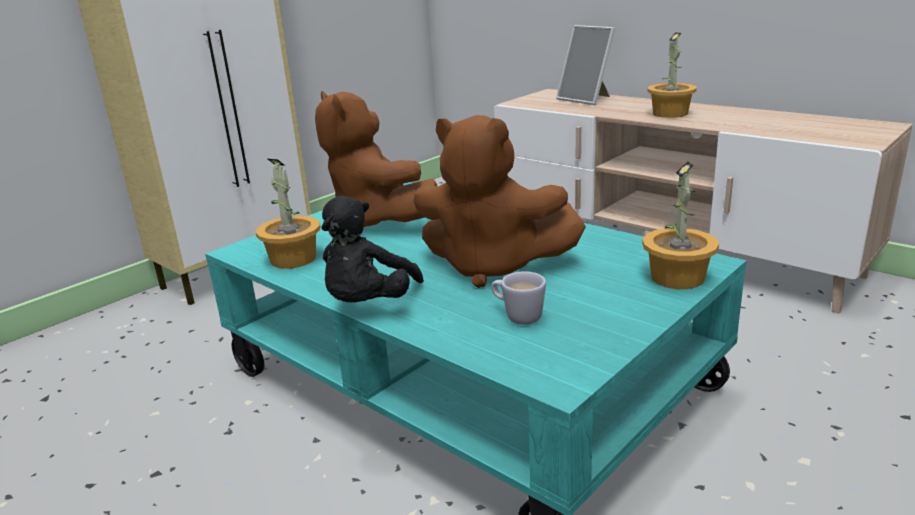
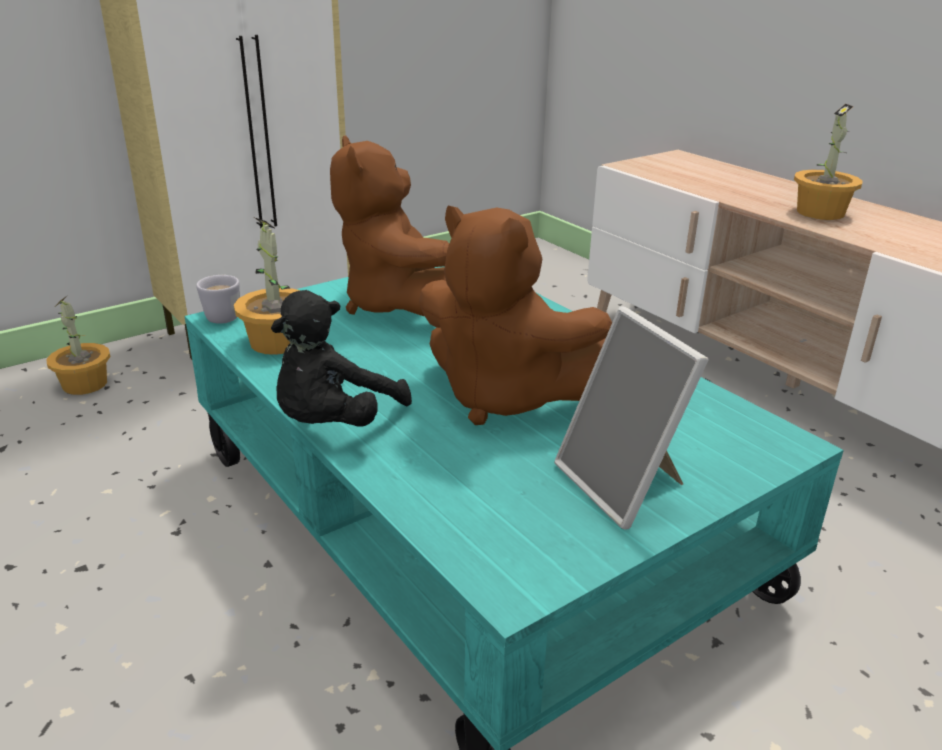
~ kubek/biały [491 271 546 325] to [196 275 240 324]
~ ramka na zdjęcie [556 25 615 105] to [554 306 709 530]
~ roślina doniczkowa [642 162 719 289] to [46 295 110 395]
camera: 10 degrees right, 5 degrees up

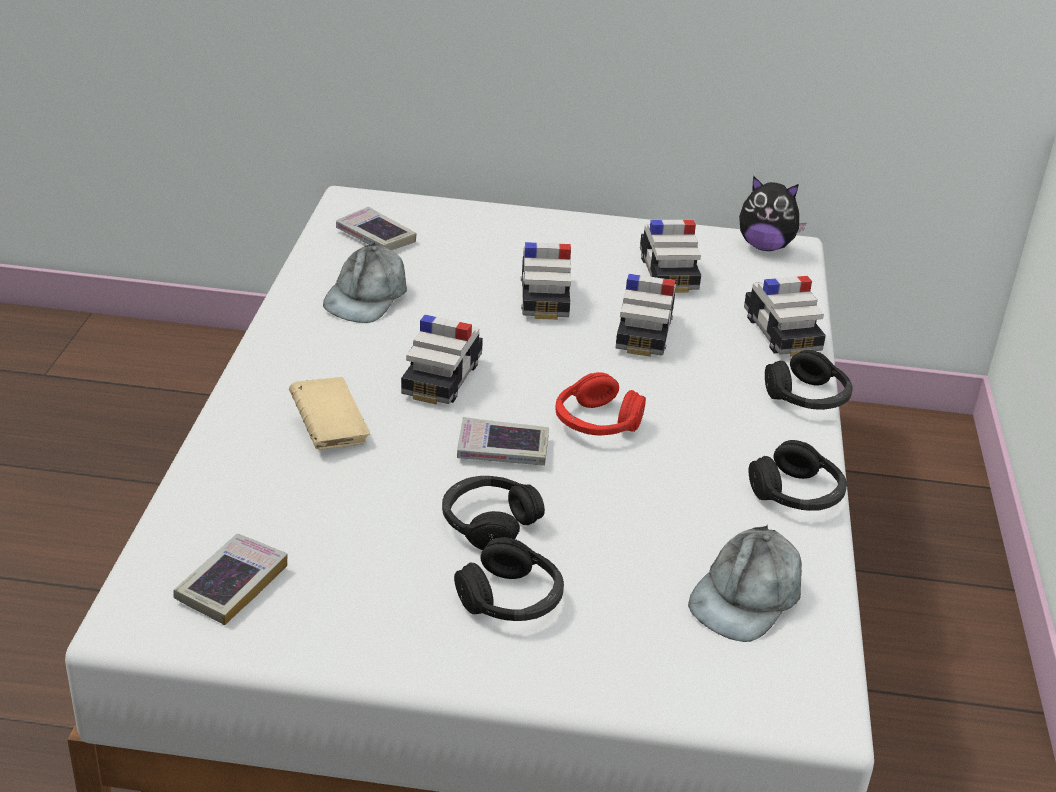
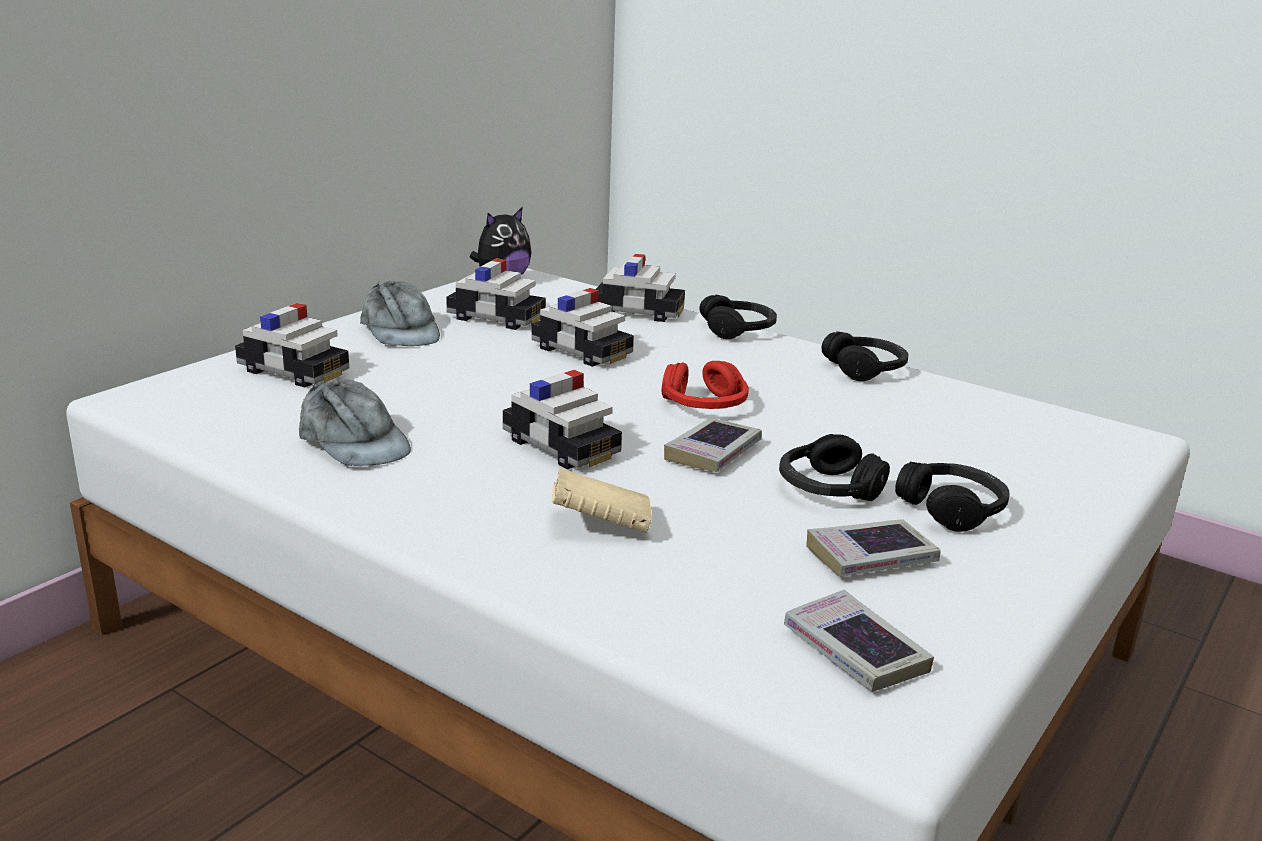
~ książka [336 207 416 250] to [806 520 941 577]
~ samochodzik [521 242 571 320] to [235 303 349 387]
~ czapka z daszkiem/szary [688 525 802 642] to [360 281 440 346]
camera: 60 degrees left, 10 degrees down

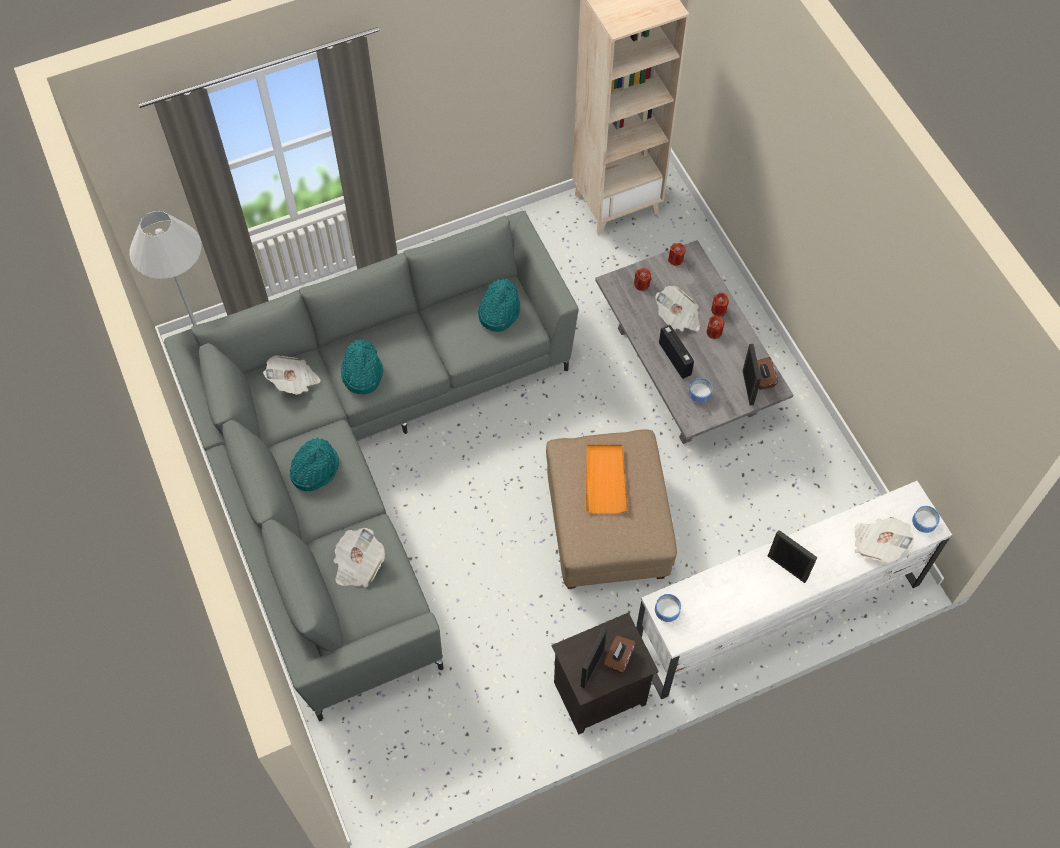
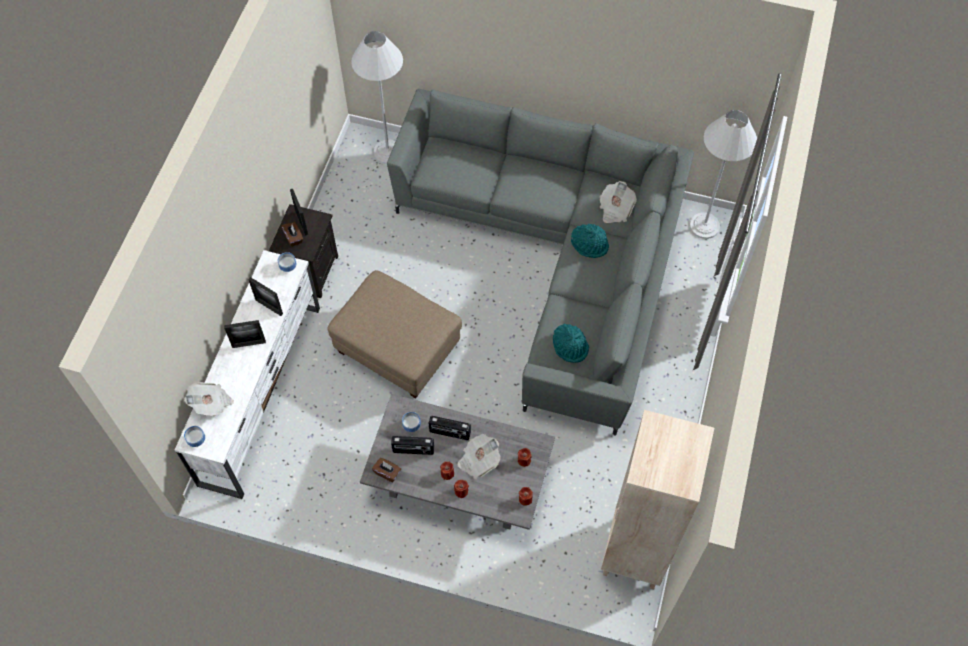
- kapelusz/turkusowy [289 438 339 492]
- gazeta [334 528 385 587]
- taca/pomarańczowy [585 444 628 514]
~ ramka na zdjęcie [743 344 761 405] to [248 277 283 316]
+ lampa stojąca/biały [351 31 403 164]
+ radio [391 436 434 455]
camera: 130 degrees right, 0 degrees up

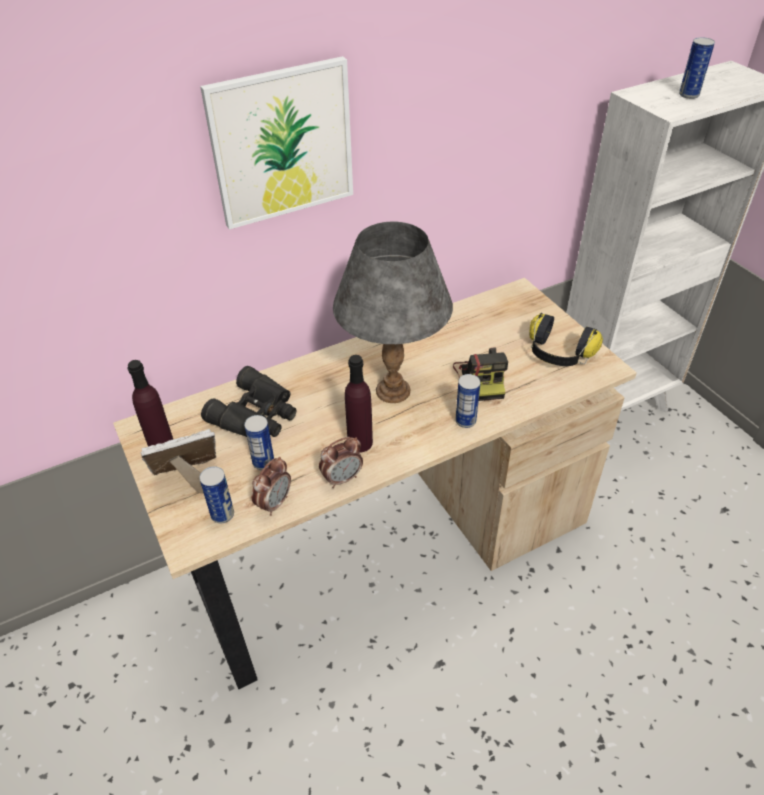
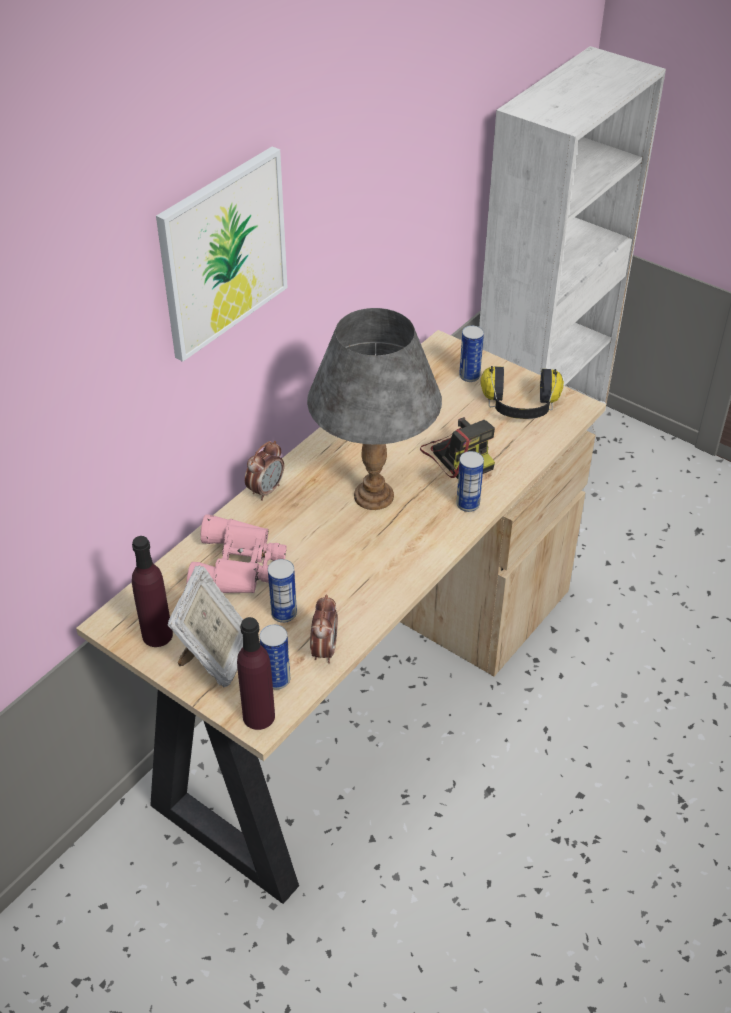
~ ramka na zdjęcie [140 429 216 493] = [167 565 244 687] 150 degrees clockwise
~ lornetka/czarny [201 366 297 437] to lornetka/różowy [187 515 287 593]
~ budzik [319 437 363 488] to [245 441 284 501]
~ butelka/fioletowy [345 355 373 453] to [237 617 275 730]
~ puszka [679 37 715 99] to [459 326 484 382]
camera: 25 degrees left, 0 degrees up

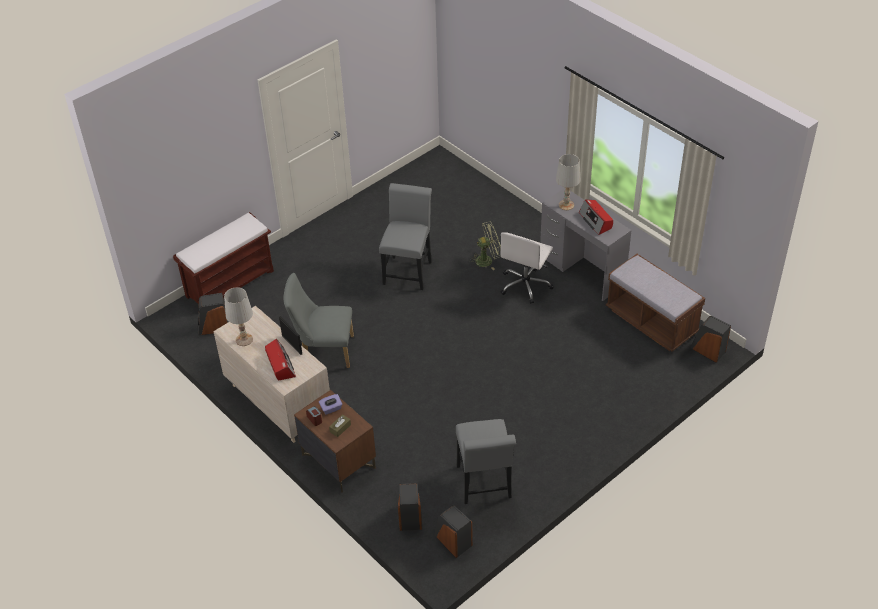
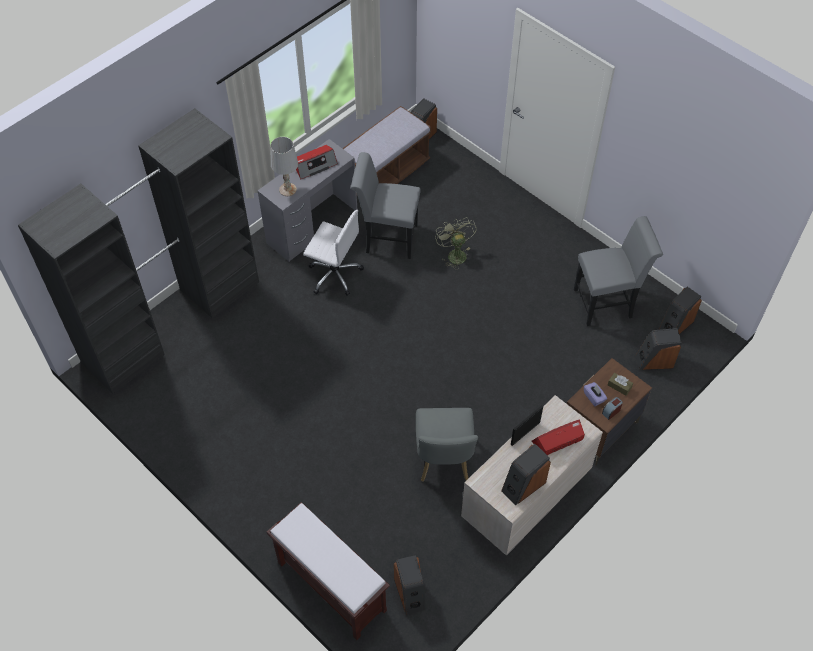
~ lampa stołowa/biały [224 287 253 346] to głośnik [501 444 551 505]
~ krzesło/szary [379 183 432 290] to [351 152 421 259]
~ wentylator/zielony [470 221 501 270] to [435 218 476 270]
+ szafa/czarny [18 108 259 394]
camera: 95 degrees left, 10 degrees up

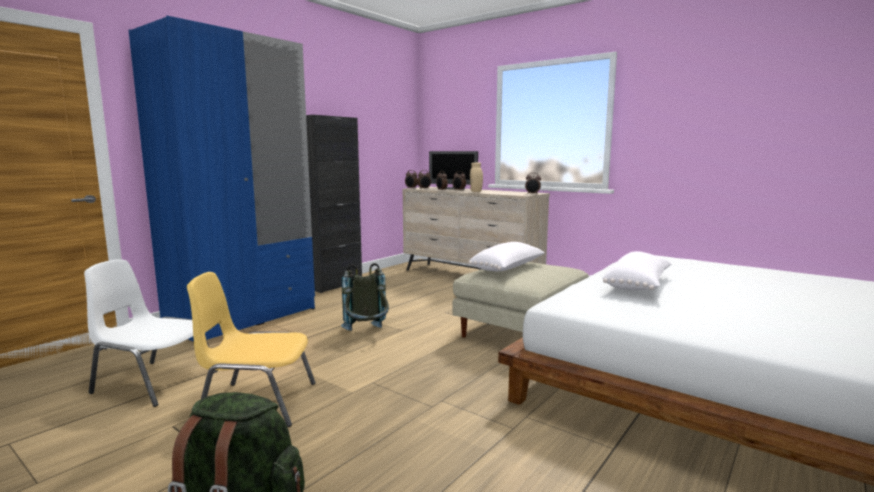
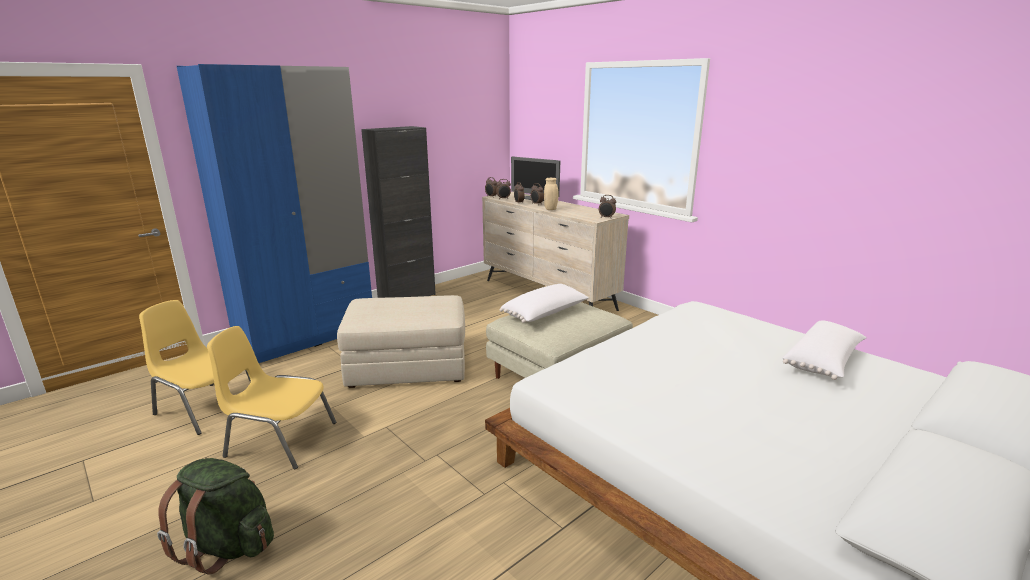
~ krzesło/biały [84 259 209 407] to krzesło/żółty [139 300 251 435]
~ plecak/szary [341 263 389 331] to pufa/beżowy [337 295 465 388]
~ poduszka/biały [602 251 672 290] to [783 320 866 380]
camera: 10 degrees right, 10 degrees up

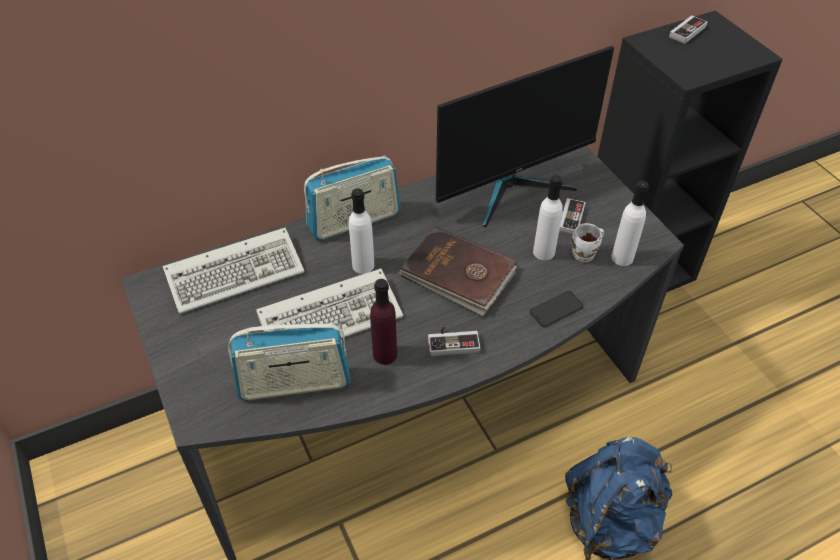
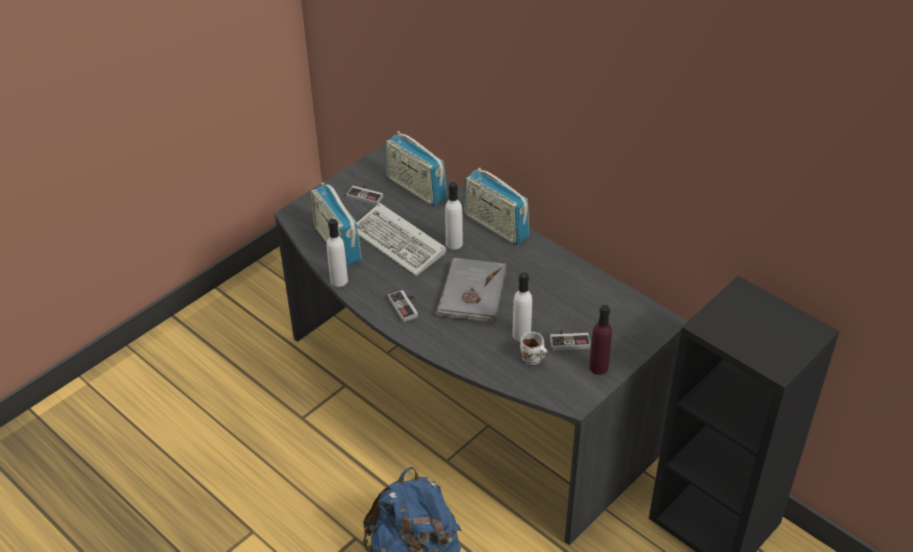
~ klawiatura [162 228 305 314] to radio [386 131 447 206]
~ butelka/fioletowy [370 279 397 365] to [589 305 612 375]
~ książka/brązowy [399 227 517 316] to książka/szary [435 258 507 323]
- monitor [436 46 614 228]
- telefon [530 291 584 327]
~ butelka/biały [611 181 649 266] to [327 219 348 287]
~ pad do gier [669 15 707 44] to [346 185 383 206]
camera: 70 degrees right, 5 degrees down

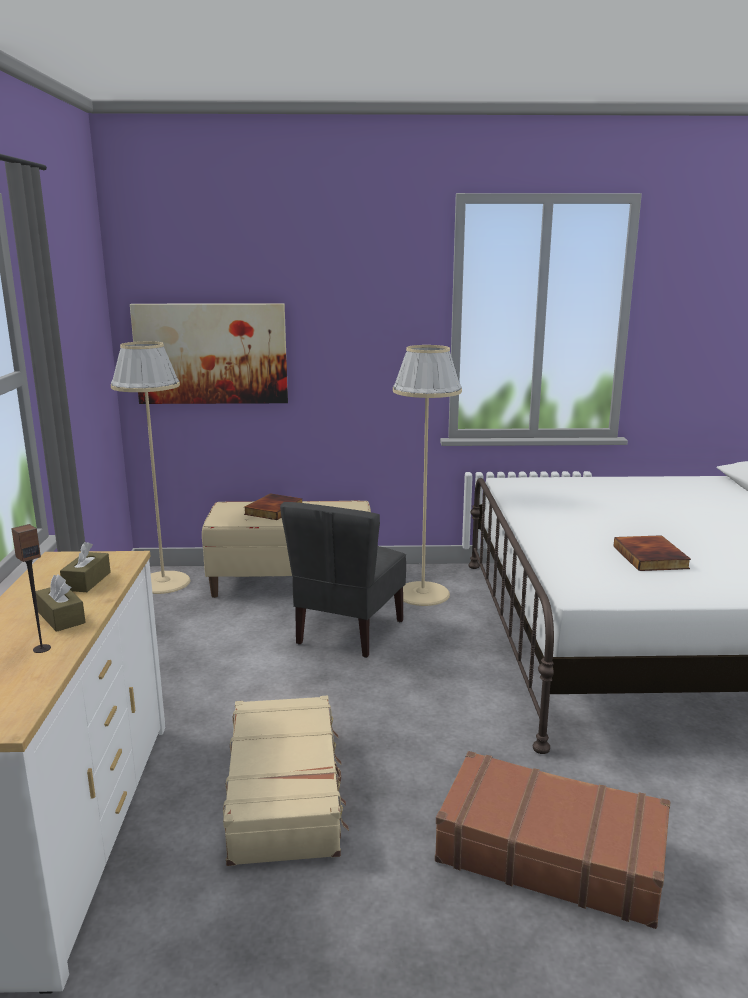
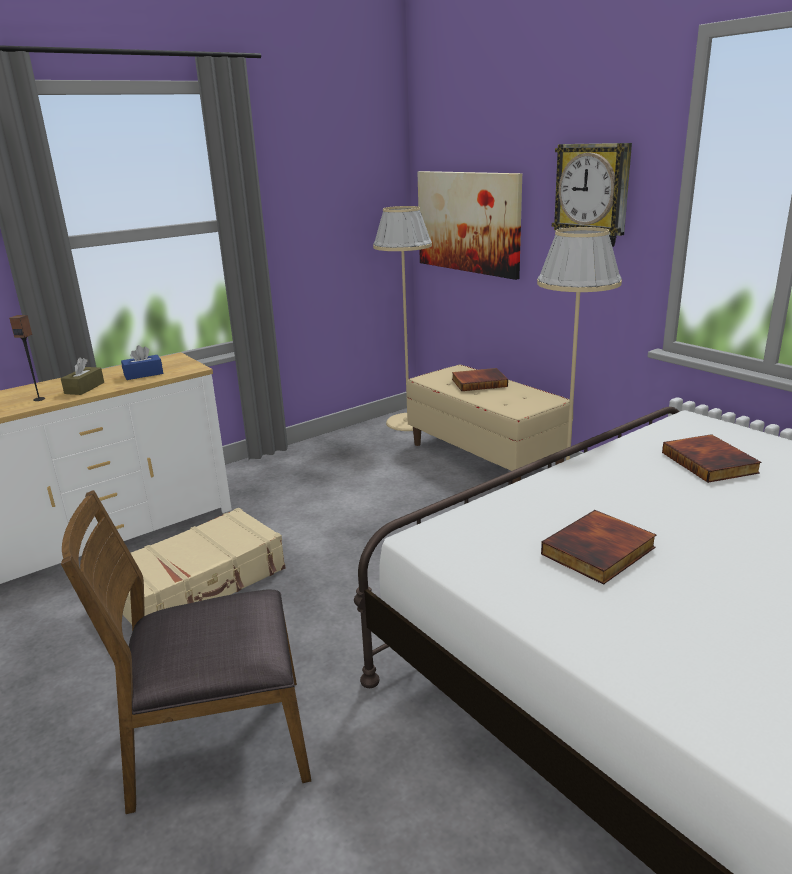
~ pudełko chusteczek/brązowy [60 542 111 592] to pudełko chusteczek/niebieski [121 345 163 380]
- krzesło/szary [280 502 406 658]
~ walizka/brązowy [435 751 670 929] to krzesło/brązowy [61 490 311 814]
+ zegar ścienny [552 143 632 247]
+ książka [662 434 762 482]
camera: 55 degrees right, 5 degrees up

